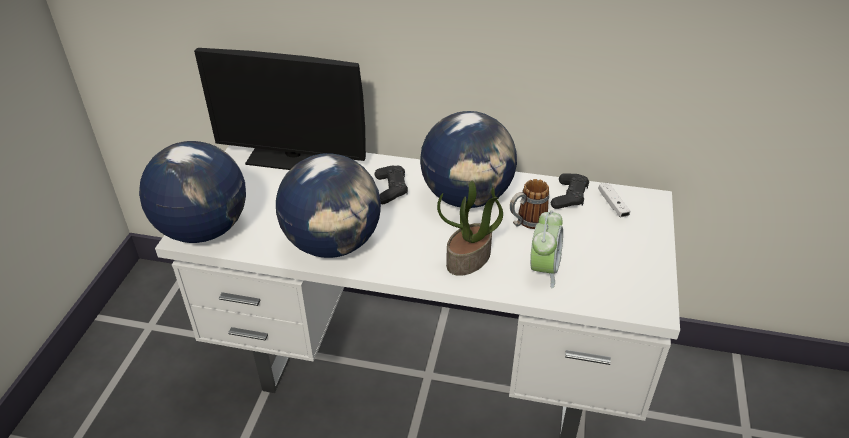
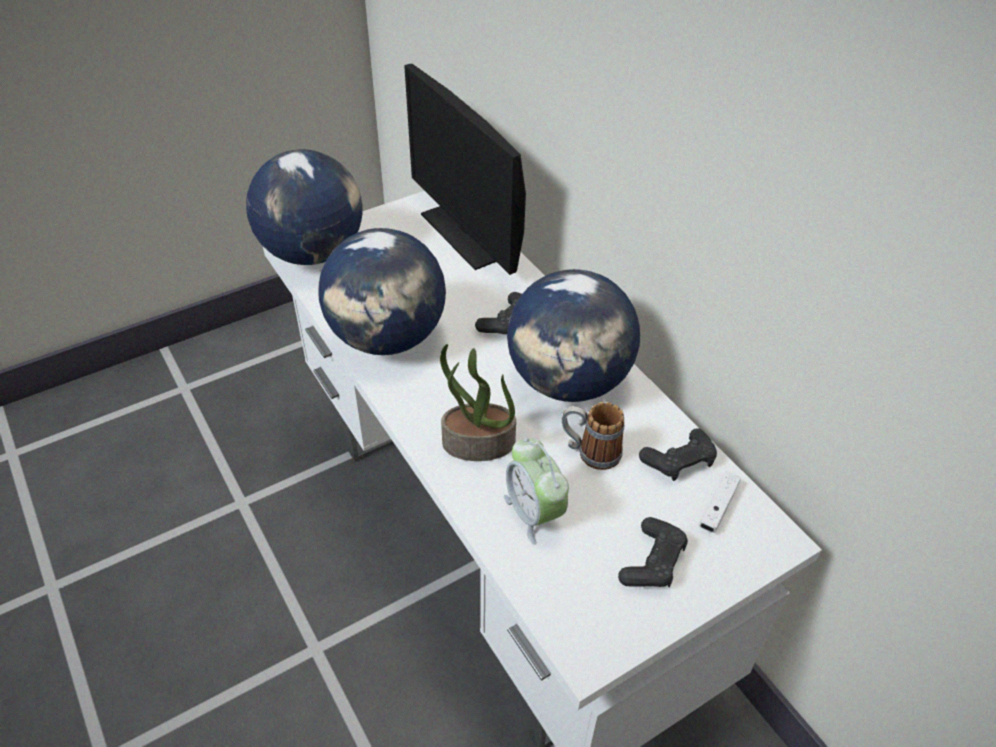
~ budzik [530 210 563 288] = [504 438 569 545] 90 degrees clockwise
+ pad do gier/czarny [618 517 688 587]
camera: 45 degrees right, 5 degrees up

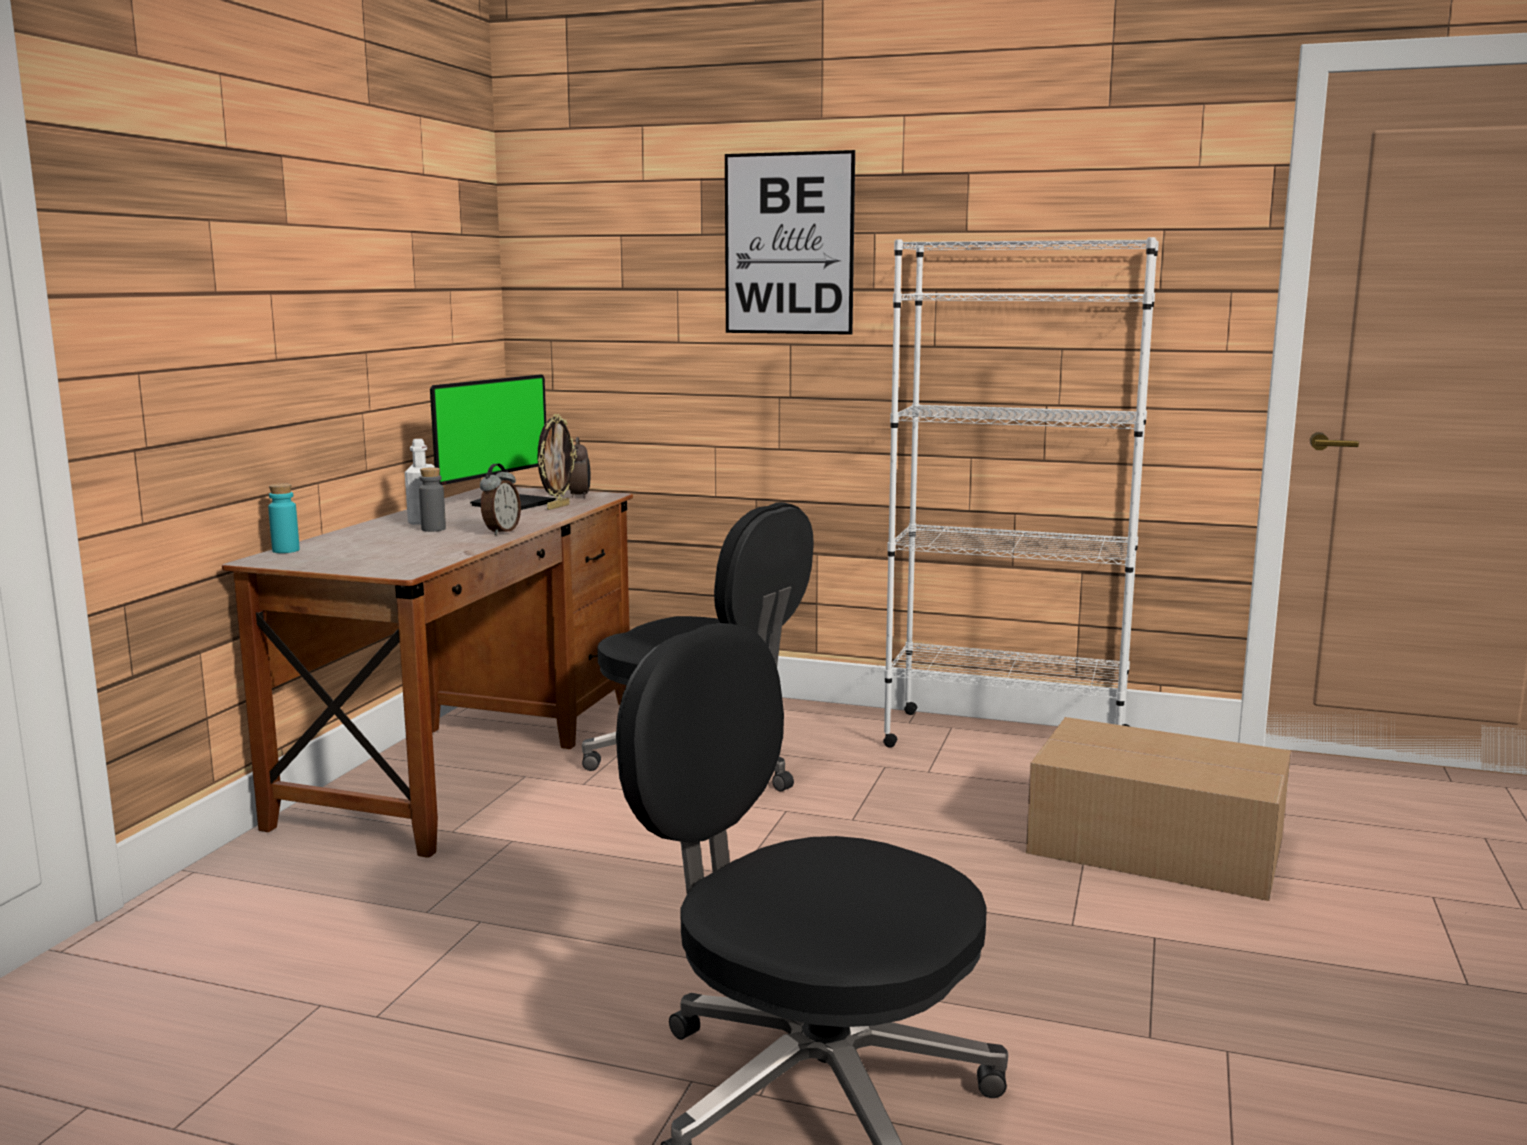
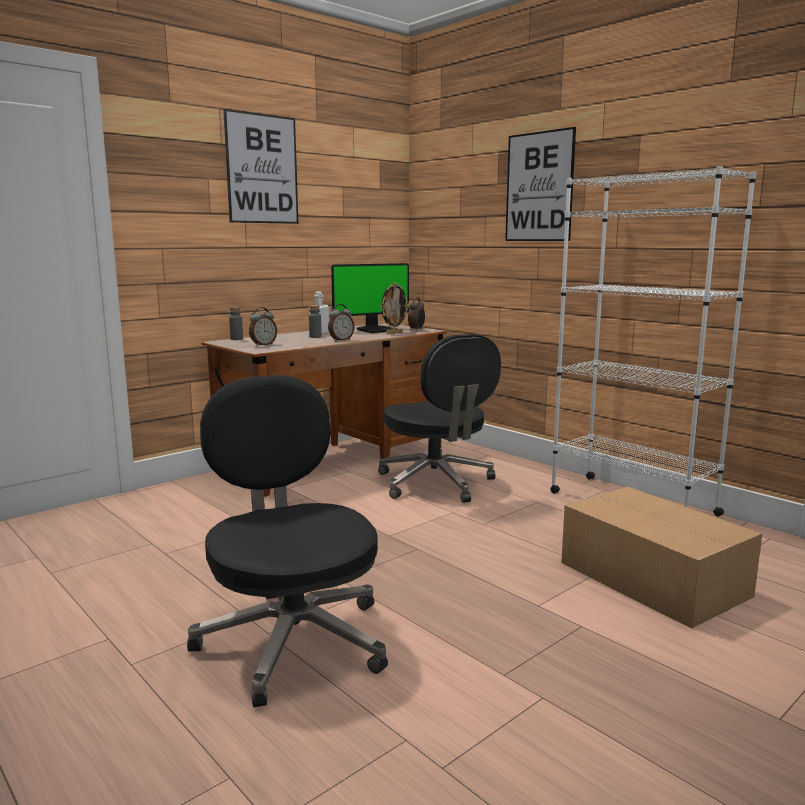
~ butelka/turkusowy [268 483 300 553] to butelka/szary [229 307 243 340]
+ obraz [223 109 299 224]
+ budzik [249 307 277 346]
camera: 30 degrees right, 0 degrees up

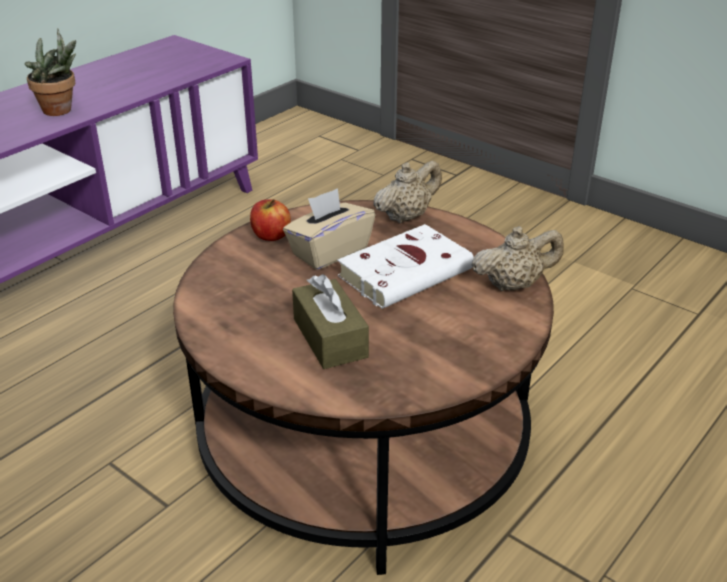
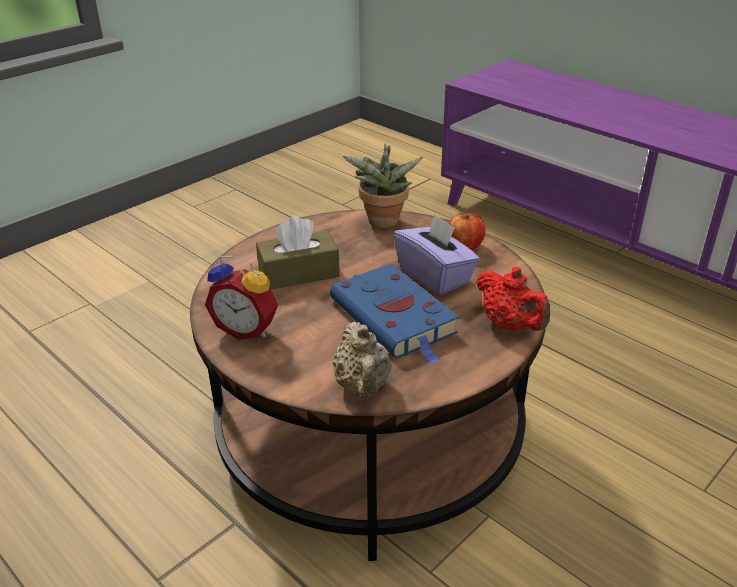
~ roślina doniczkowa [24 28 76 116] to [343 144 423 228]
~ pudełko chusteczek/beżowy [283 188 375 270] to pudełko chusteczek/fioletowy [394 213 480 295]
~ książka/biały [337 224 473 309] to książka/niebieski [330 263 459 365]
~ imbryk/beżowy [373 161 442 223] to imbryk/czerwony [476 267 550 331]
+ budzik [205 255 278 340]
camera: 95 degrees right, 0 degrees up

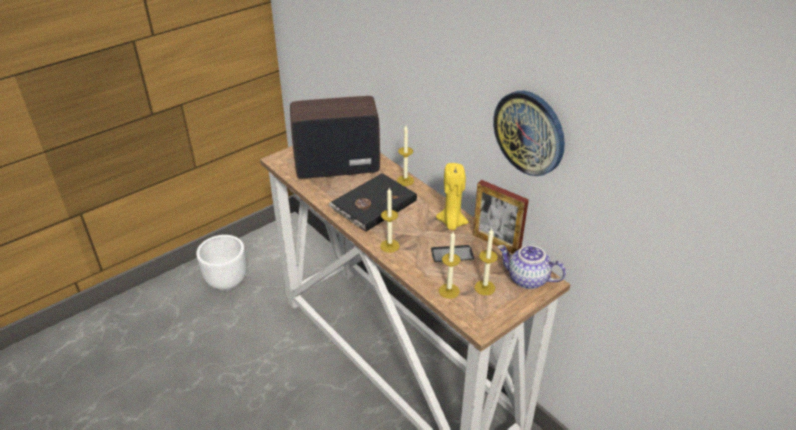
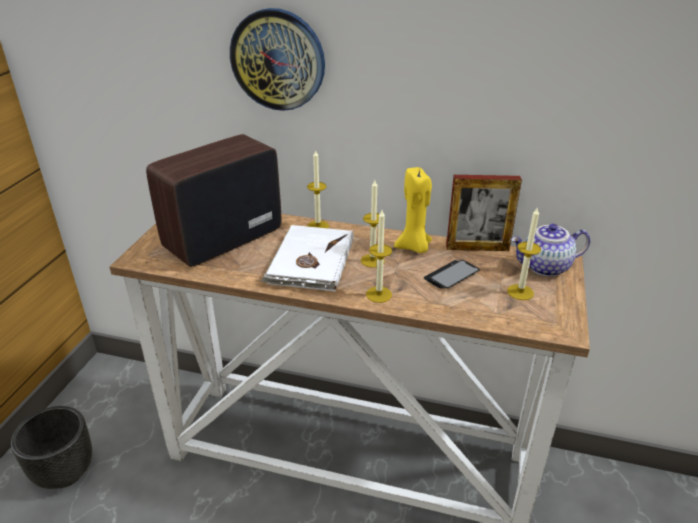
~ donica/biały [196 235 247 291] to donica/czarny [11 406 92 489]
~ książka/czarny [329 173 417 232] to książka/biały [261 225 354 292]
~ świeca [439 232 460 299] to [361 180 385 268]
~ zegar ścienny [493 91 565 176] to [230 8 325 111]
camera: 35 degrees left, 5 degrees down

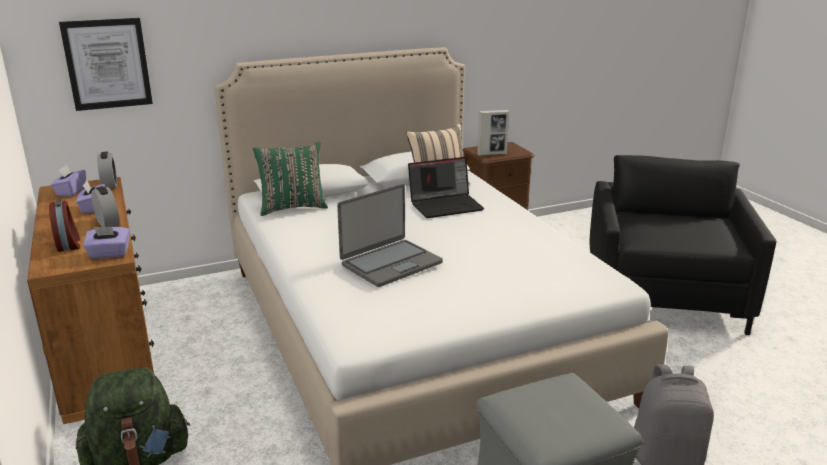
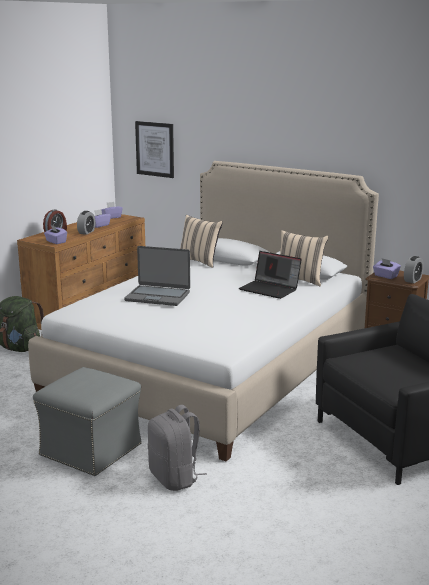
~ budzik [97 152 117 189] to [404 256 424 283]
~ poduszka/zielony [253 142 328 216] to poduszka/beżowy [180 215 223 268]
~ ramka na zdjęcie [477 110 510 156] to pudełko chusteczek/fioletowy [373 258 401 279]
camera: 55 degrees right, 5 degrees down

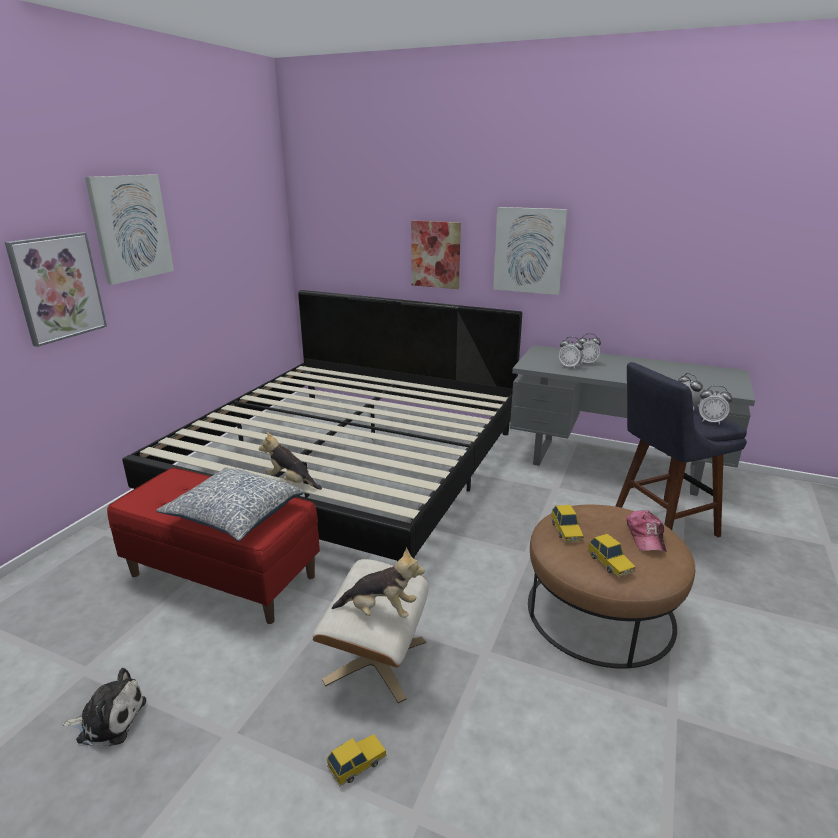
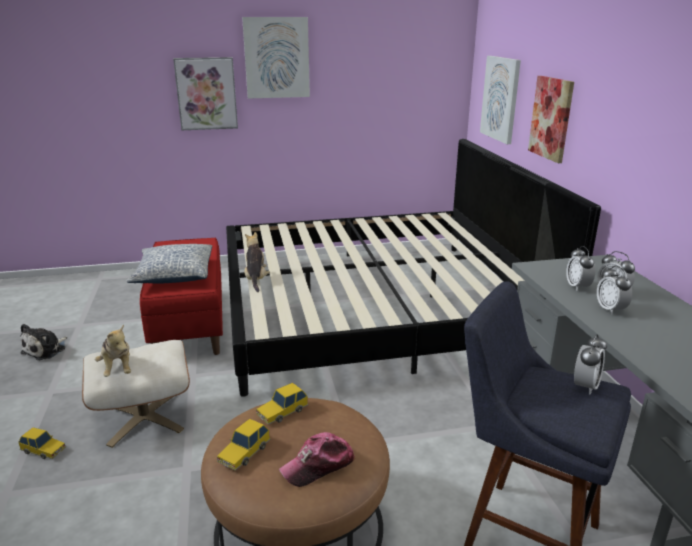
~ pluszak [62 668 146 748] = [20 324 67 360] 60 degrees clockwise
~ obraz [493 207 568 295] to [480 56 521 144]
~ budzik [699 385 732 425] to [597 266 632 315]
camera: 55 degrees right, 0 degrees up

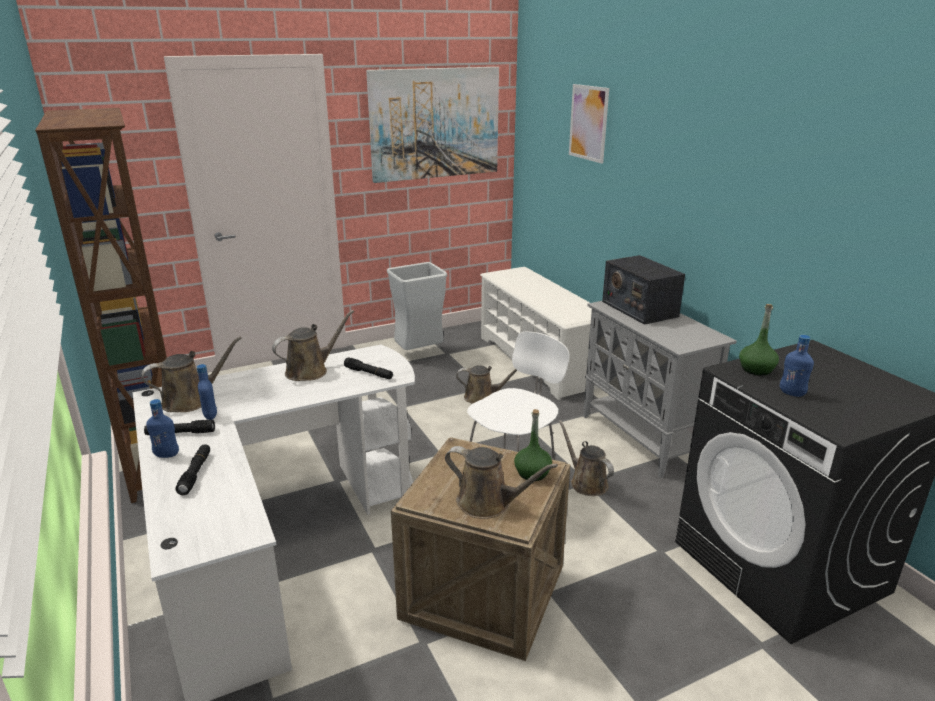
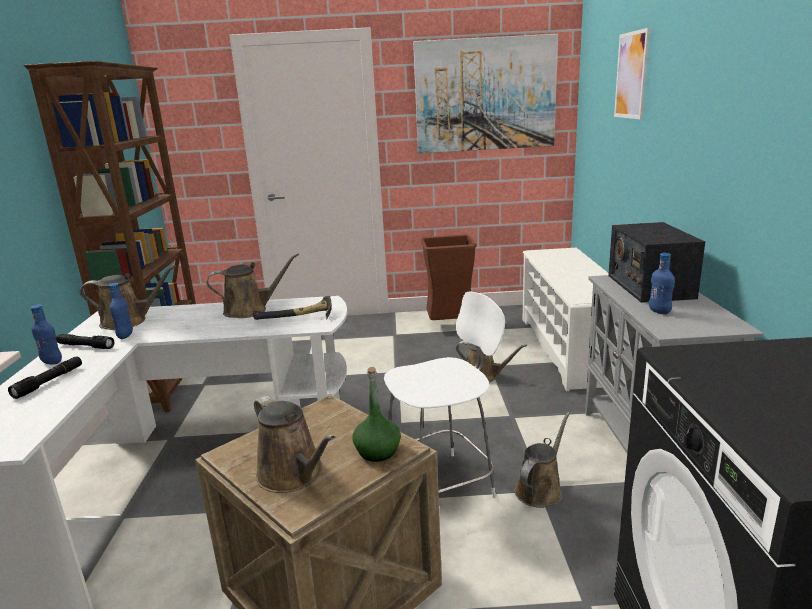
~ latarka/czarny [344 357 393 379] to młotek [253 296 332 320]
~ kosz na śmieci/szary [387 262 447 350] to kosz na śmieci/brązowy [421 234 477 320]
~ konewka/brązowy [559 420 614 496] = [515 412 570 508] 45 degrees clockwise
- butelka/zielony [739 304 779 376]
~ butelka/niebieski [780 335 814 397] to [649 253 675 314]
camera: 25 degrees right, 5 degrees down

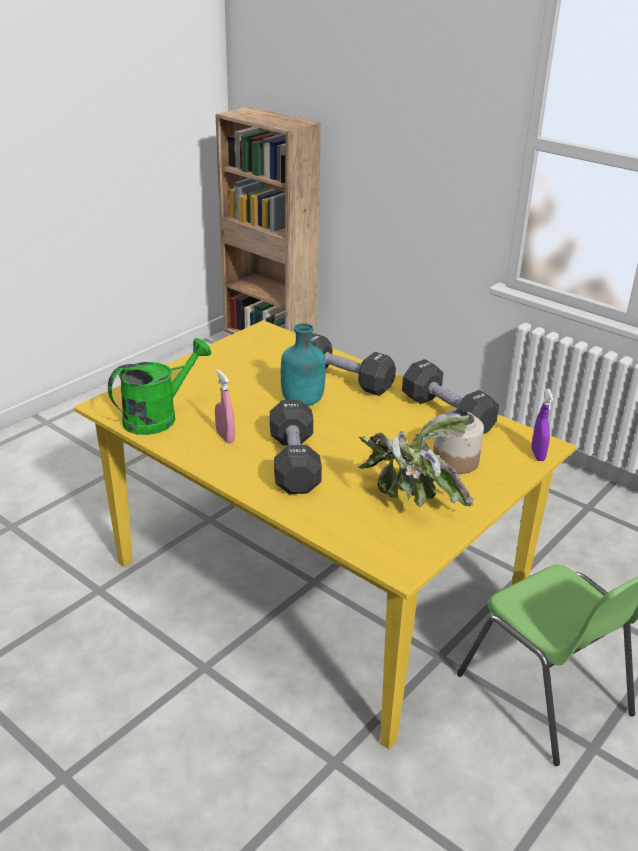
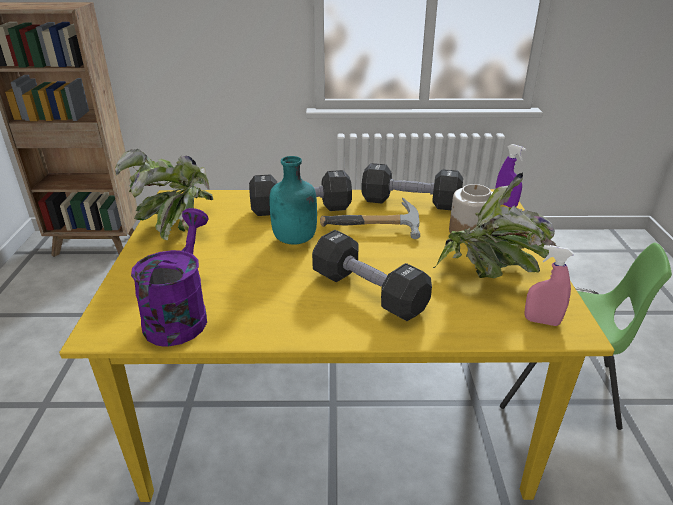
~ konewka/zielony [108 338 211 435] to konewka/fioletowy [131 208 208 347]
~ spryskiwacz/różowy [215 369 235 443] to [525 245 573 326]
+ roślina doniczkowa [115 149 213 240]
+ młotek [320 197 420 239]
camera: 40 degrees left, 0 degrees up

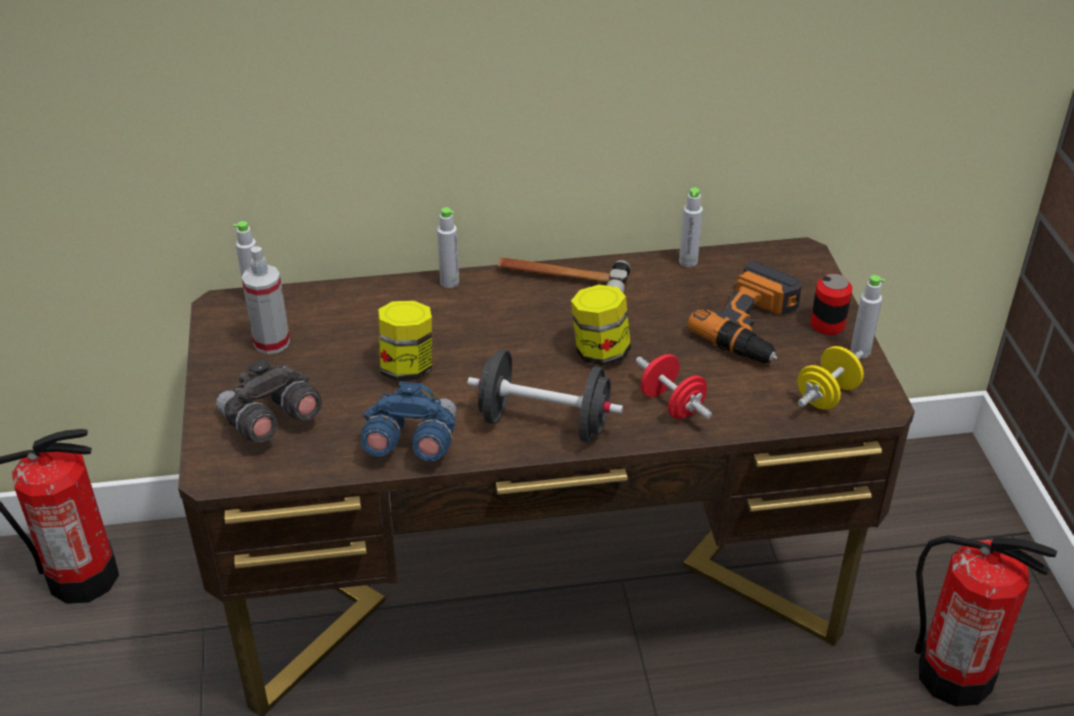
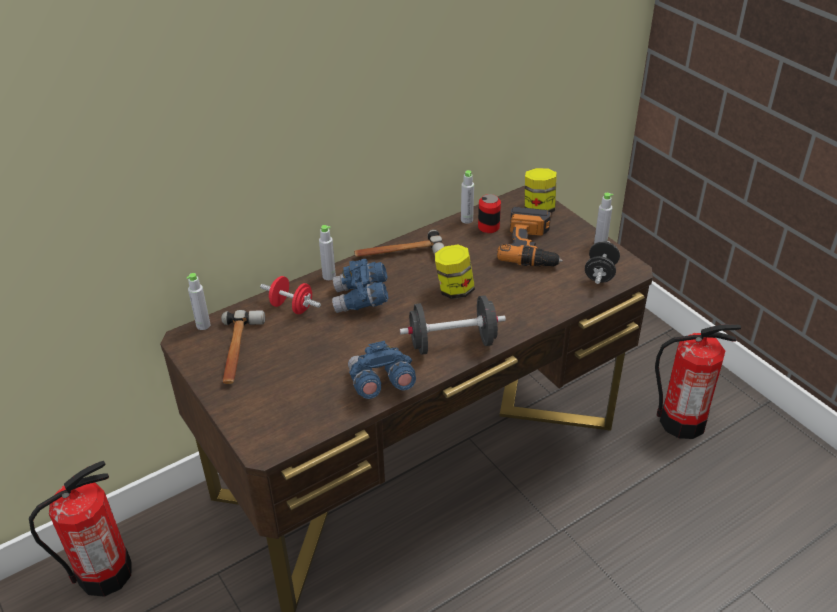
- lornetka/szary [216 358 322 442]
~ spryskiwacz [242 246 290 354] to młotek [221 310 265 384]
~ słoik [378 300 432 381] to [525 168 557 213]
~ hantel/czerwony [636 354 712 419] to [260 276 321 314]
~ hantel/żółty [797 346 864 410] to hantel/czarny [585 241 620 284]
~ puszka [811 274 852 335] to [478 194 501 233]
+ lornetka/niebieski [332 259 388 313]
camera: 25 degrees left, 0 degrees up

